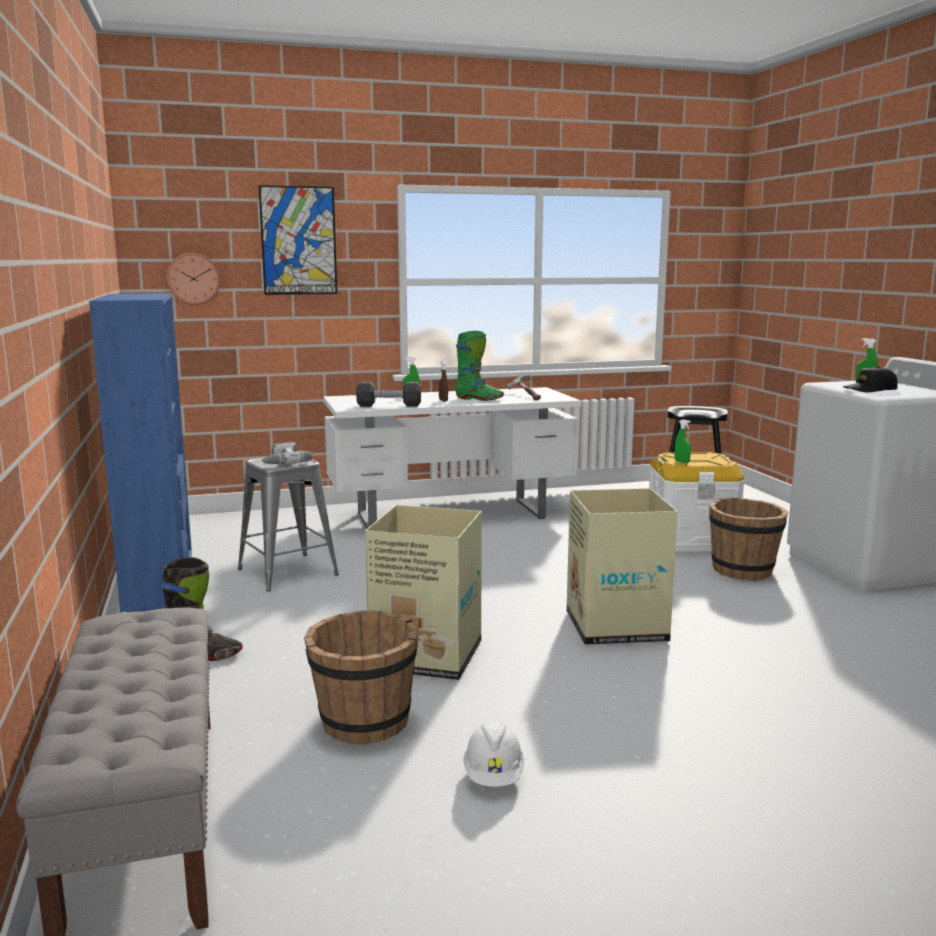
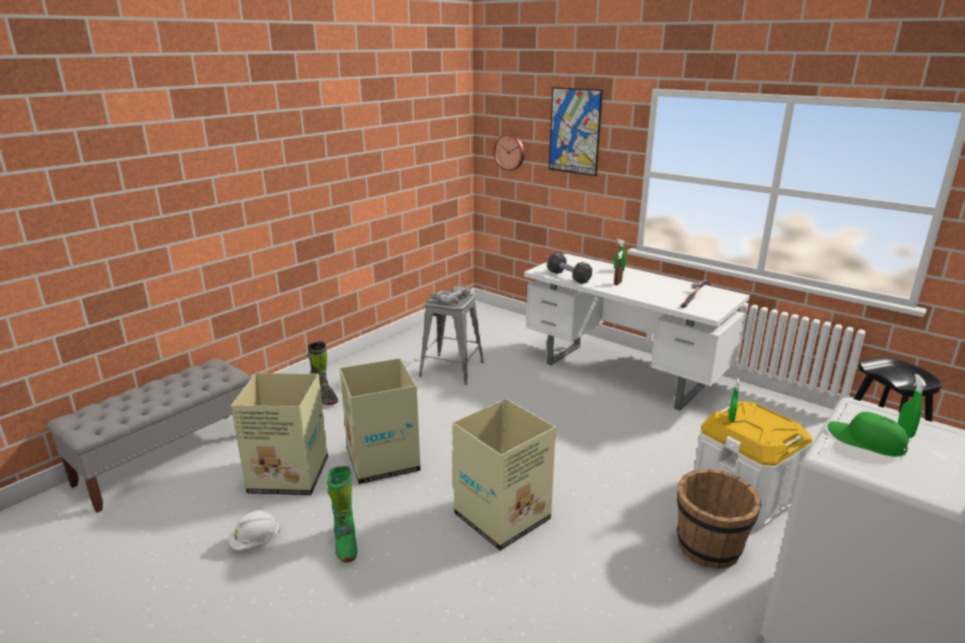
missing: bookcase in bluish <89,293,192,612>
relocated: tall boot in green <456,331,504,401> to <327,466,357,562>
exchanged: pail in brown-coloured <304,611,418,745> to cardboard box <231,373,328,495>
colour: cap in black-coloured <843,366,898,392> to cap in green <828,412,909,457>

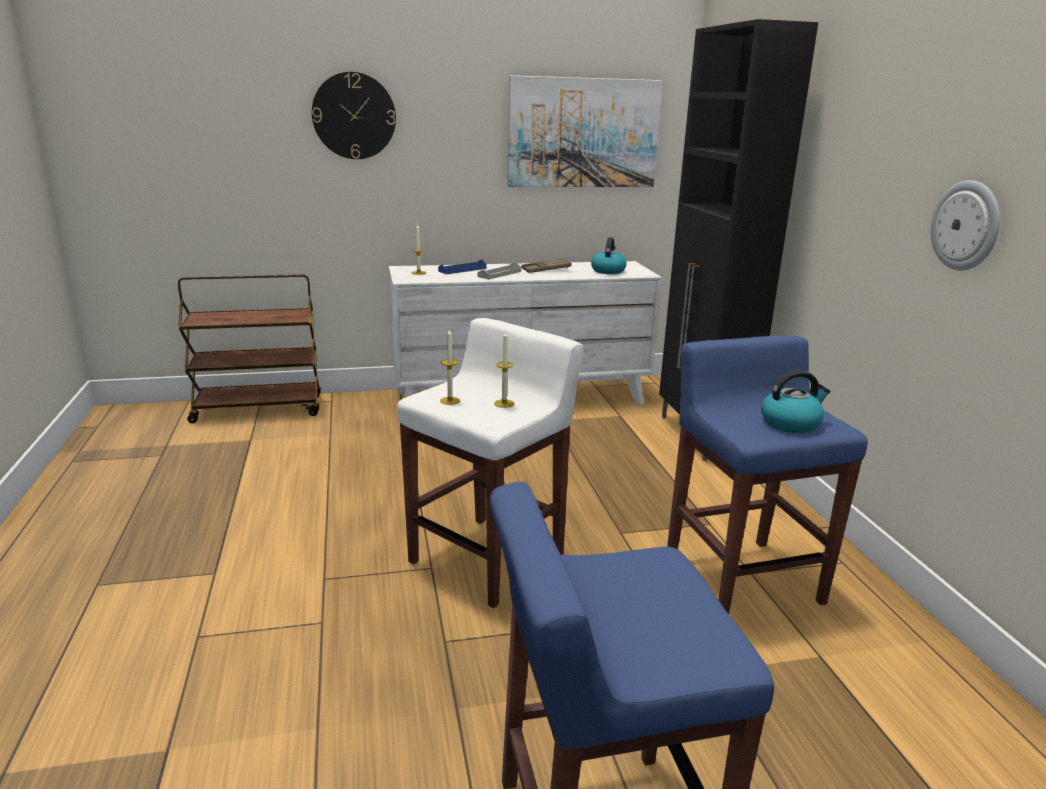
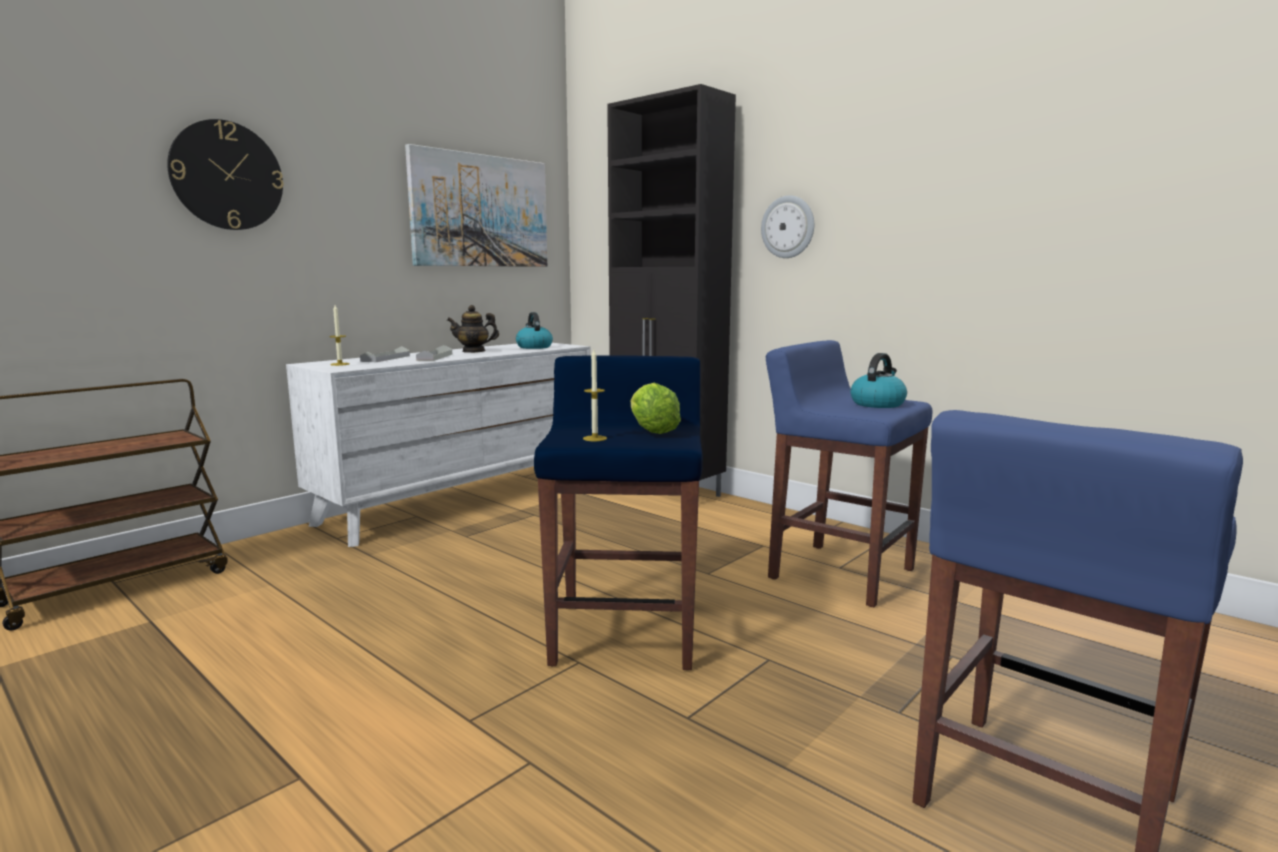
relocated: wall clock <931,180,1000,271> to <761,195,814,258>
exchanged: wax candle <494,330,514,408> to lettuce <631,383,681,434>; tray in brown-coloured <521,258,572,273> to tea pot <447,305,499,353>
colour: stool seat in white <397,318,584,608> to stool seat in bluish <534,355,703,670>; tray in bluish <438,259,486,275> to tray in grey <360,346,410,362>

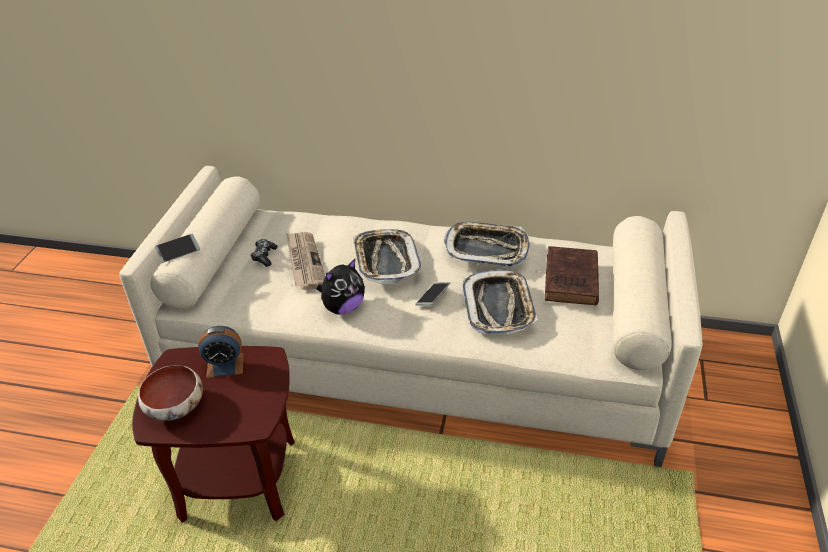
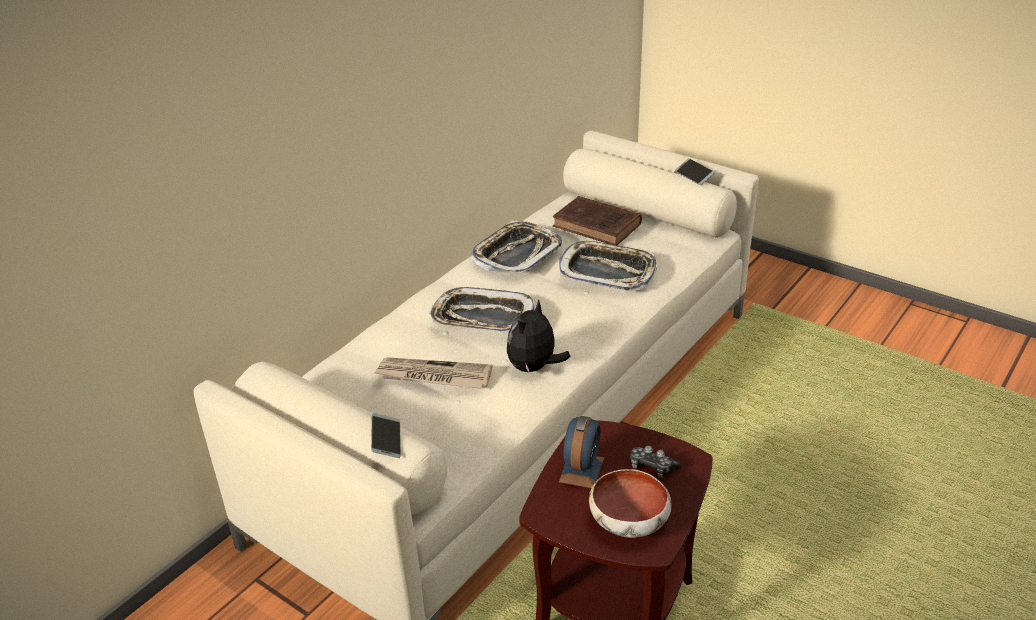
relocated: game controller <251,239,278,267> to <630,445,681,478>; handset <415,282,450,306> to <675,158,715,185>
spun: cuddly toy <317,259,365,315> = <507,299,571,374> 135 degrees counterclockwise

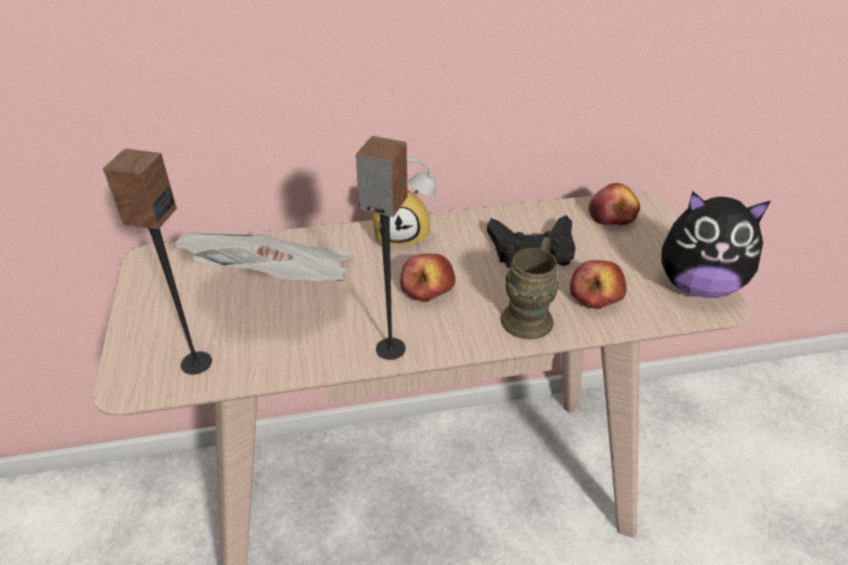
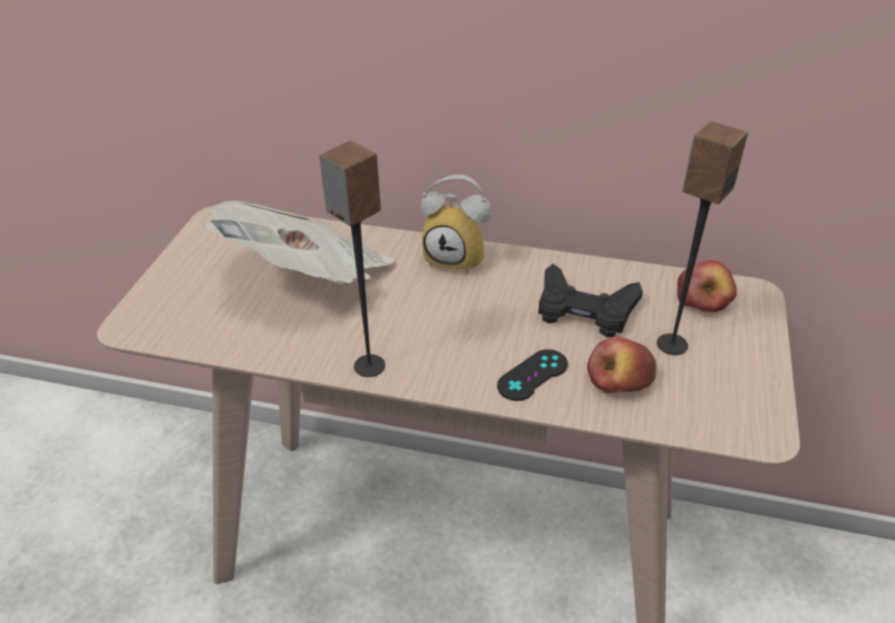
missing: whole apple <400,254,456,302>; cuddly toy <661,192,770,298>
relocated: loudspeaker <103,149,212,375> to <657,121,748,355>
exchanged: tea mug in brown-coloured <501,237,559,339> to game controller in black-coloured <497,349,568,401>

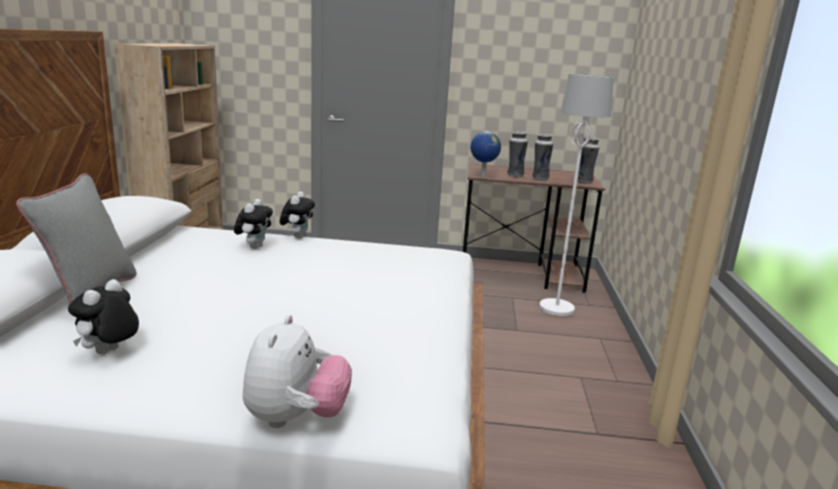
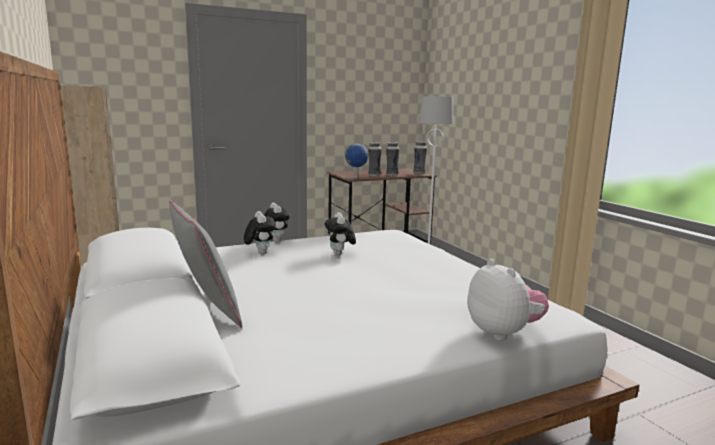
relocated: cuddly toy <68,279,139,354> to <325,212,356,256>

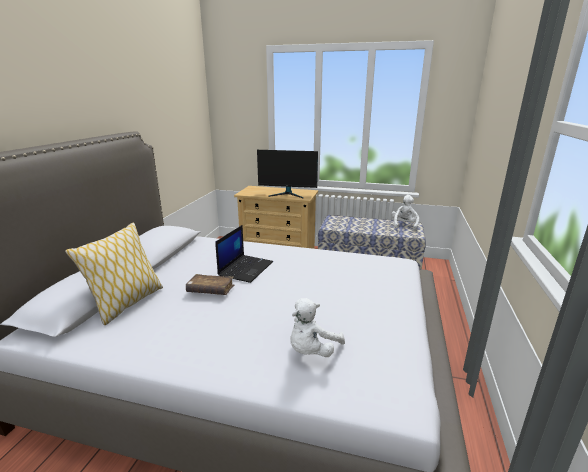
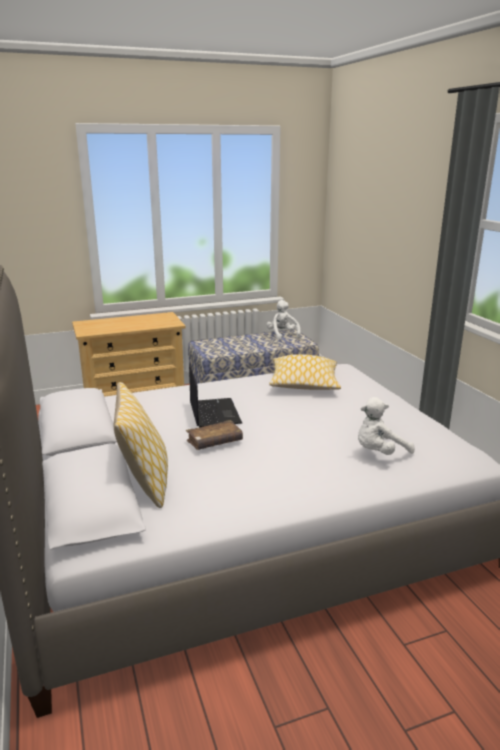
missing: computer screen <257,150,318,198>
appeared: cushion <269,354,341,390>
spun: cuddly toy in white <290,298,345,357> = <358,397,415,455> 60 degrees clockwise

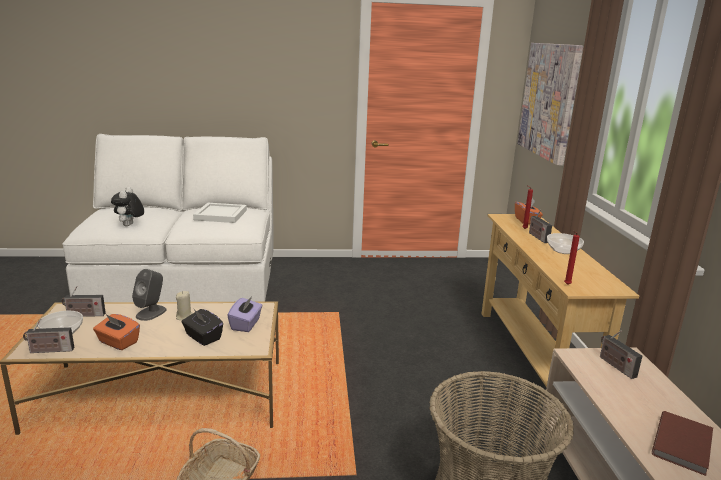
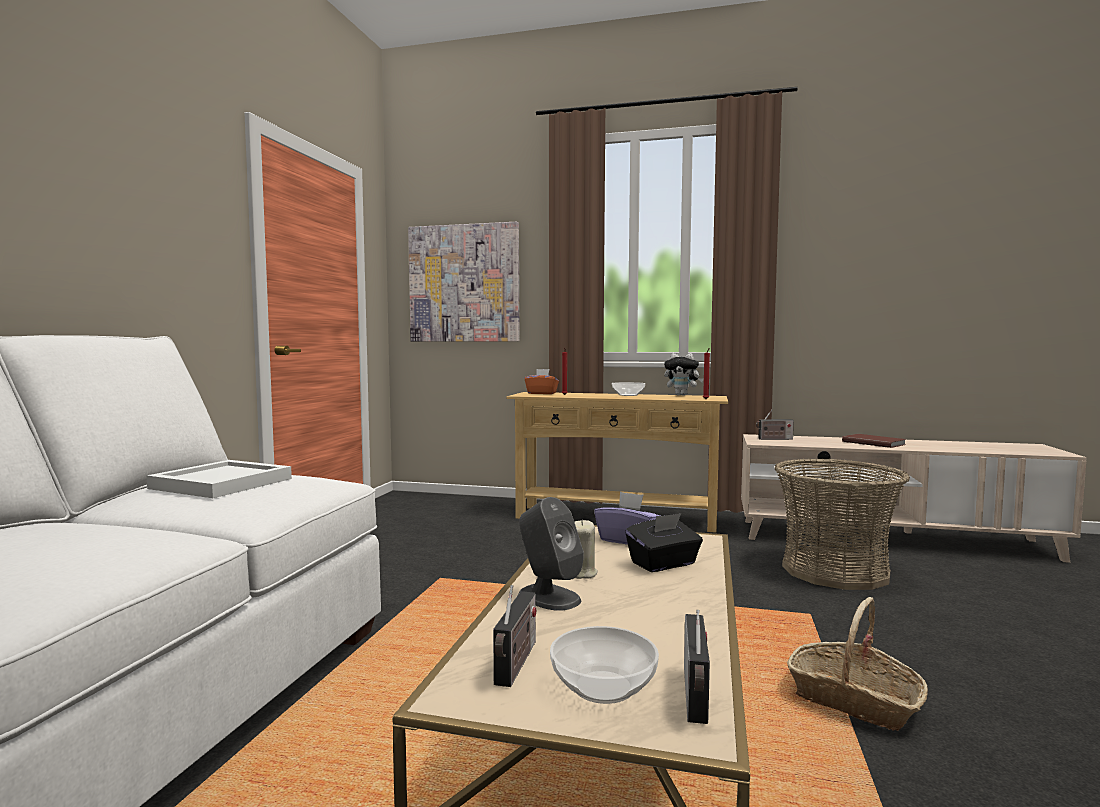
missing: box of tissues in orange <93,314,140,350>; radio receiver <529,210,552,243>
relocated: cuddly toy <111,187,144,226> to <664,353,704,396>

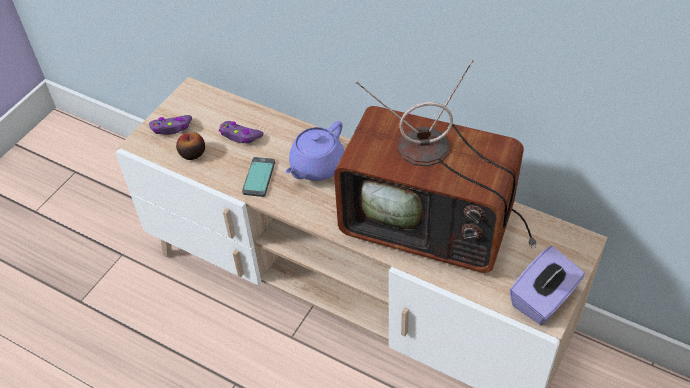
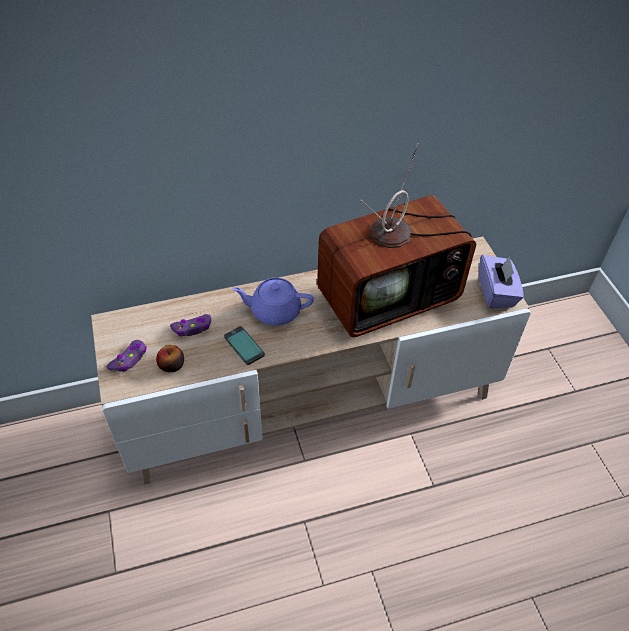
spun: tea pot in purple <286,121,345,181> = <232,278,314,326> 105 degrees clockwise

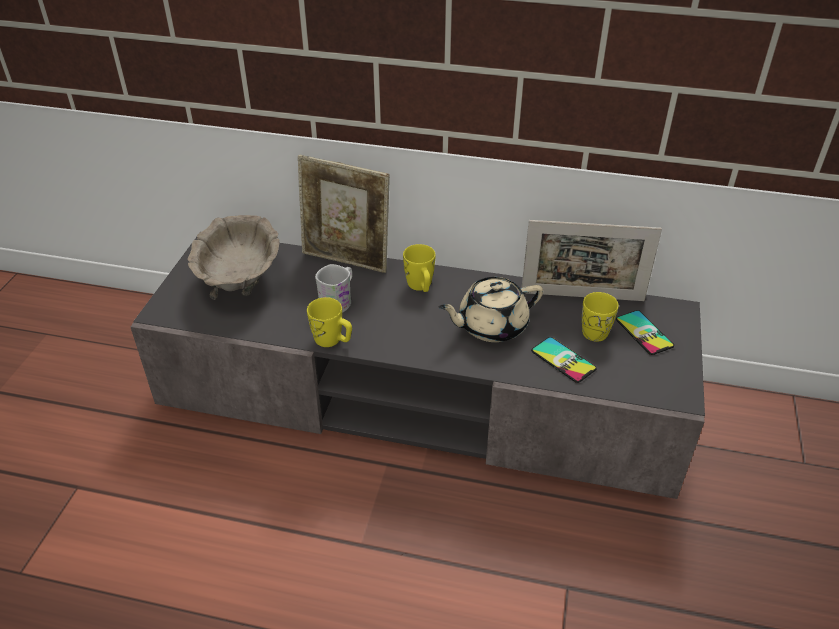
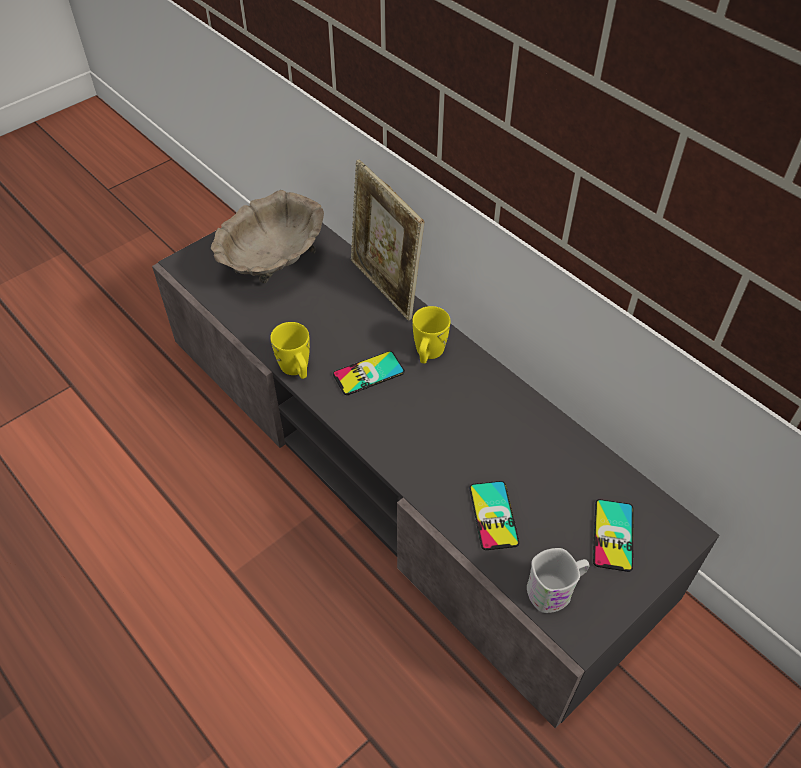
missing: tea pot in beige-coloured <439,277,543,342>; photo frame <522,220,662,301>; tea mug in yellow <582,292,619,342>
appeared: handset <333,351,405,395>
relocated: tea mug in white <315,264,352,313> to <527,548,589,613>

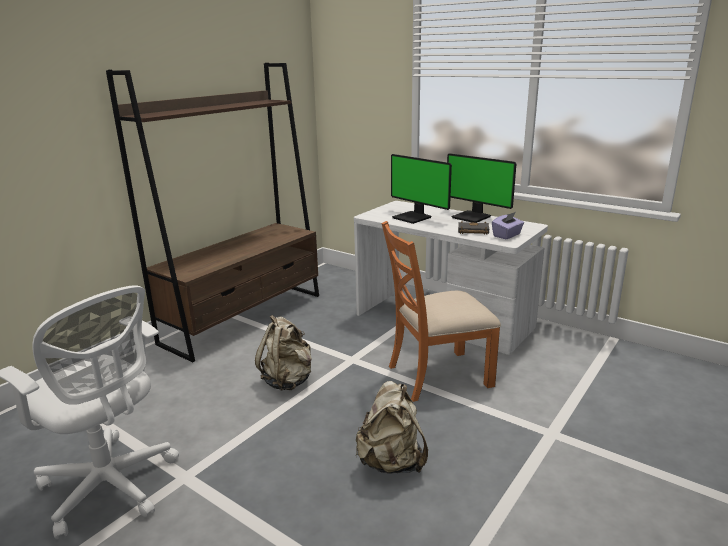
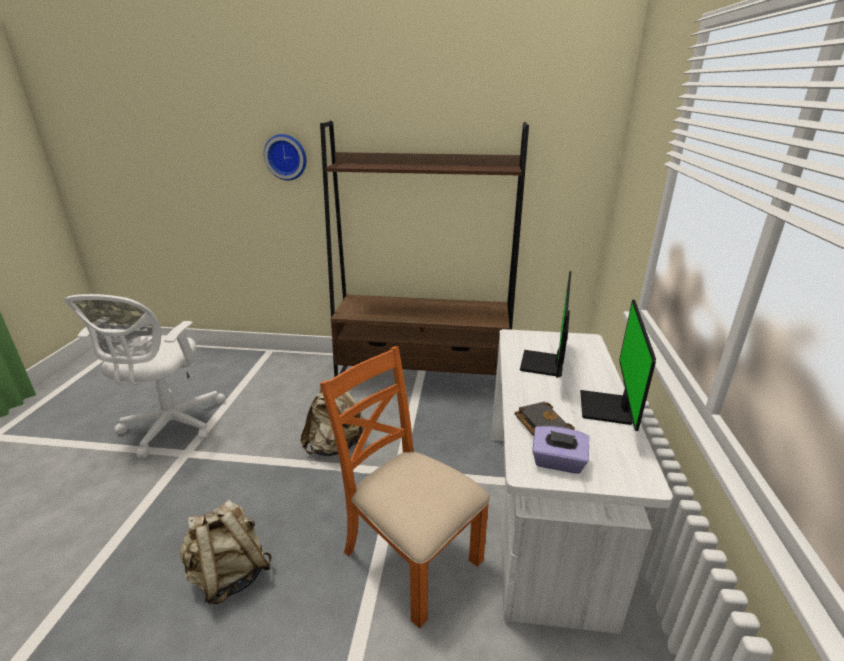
appeared: wall clock <264,134,307,180>

